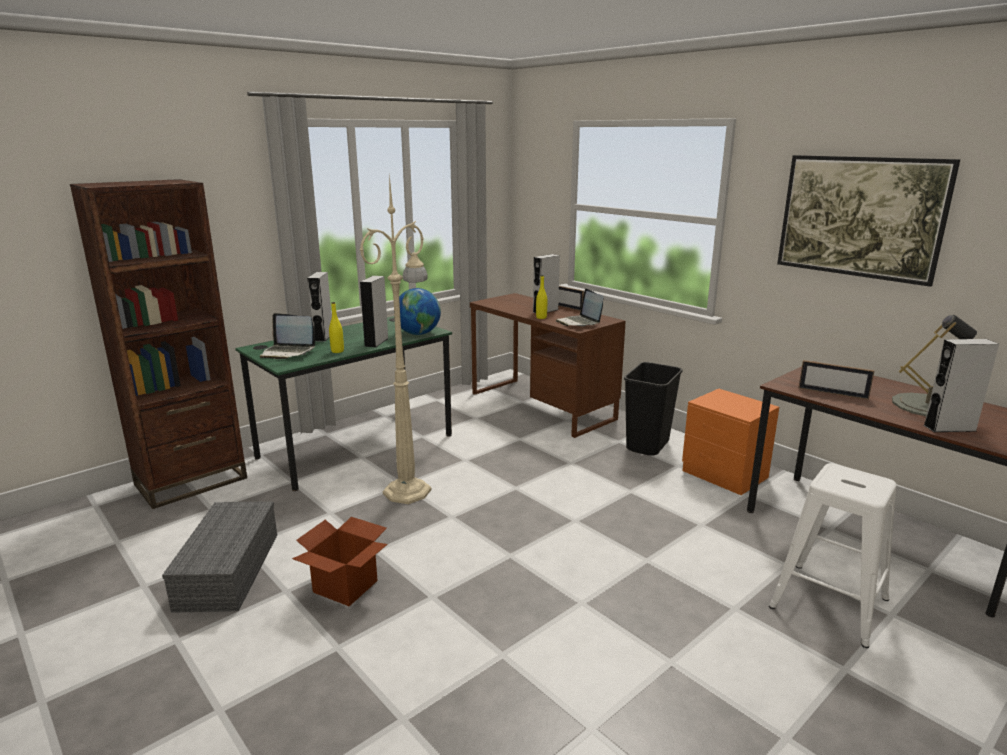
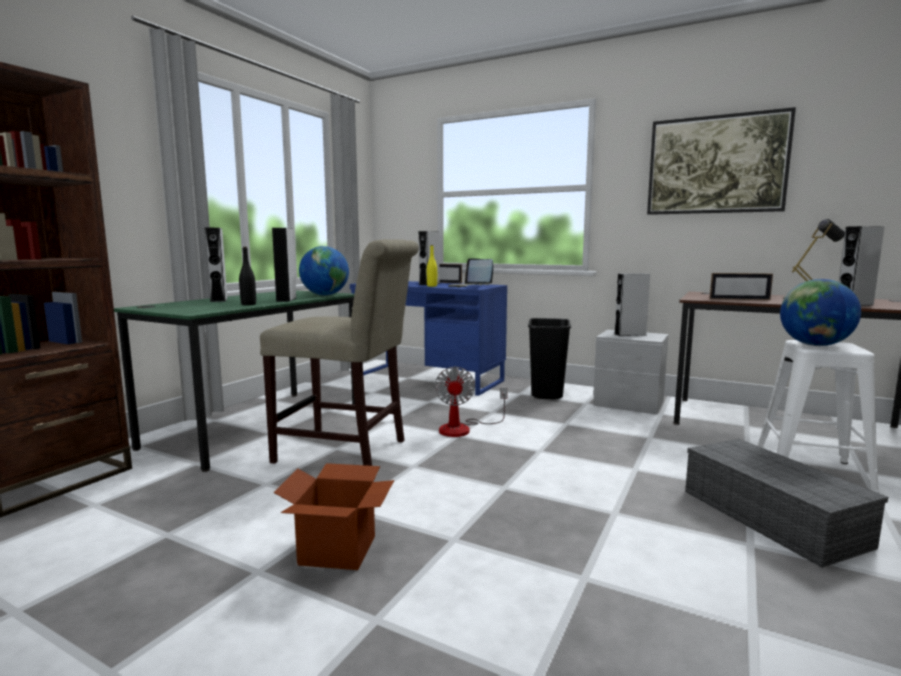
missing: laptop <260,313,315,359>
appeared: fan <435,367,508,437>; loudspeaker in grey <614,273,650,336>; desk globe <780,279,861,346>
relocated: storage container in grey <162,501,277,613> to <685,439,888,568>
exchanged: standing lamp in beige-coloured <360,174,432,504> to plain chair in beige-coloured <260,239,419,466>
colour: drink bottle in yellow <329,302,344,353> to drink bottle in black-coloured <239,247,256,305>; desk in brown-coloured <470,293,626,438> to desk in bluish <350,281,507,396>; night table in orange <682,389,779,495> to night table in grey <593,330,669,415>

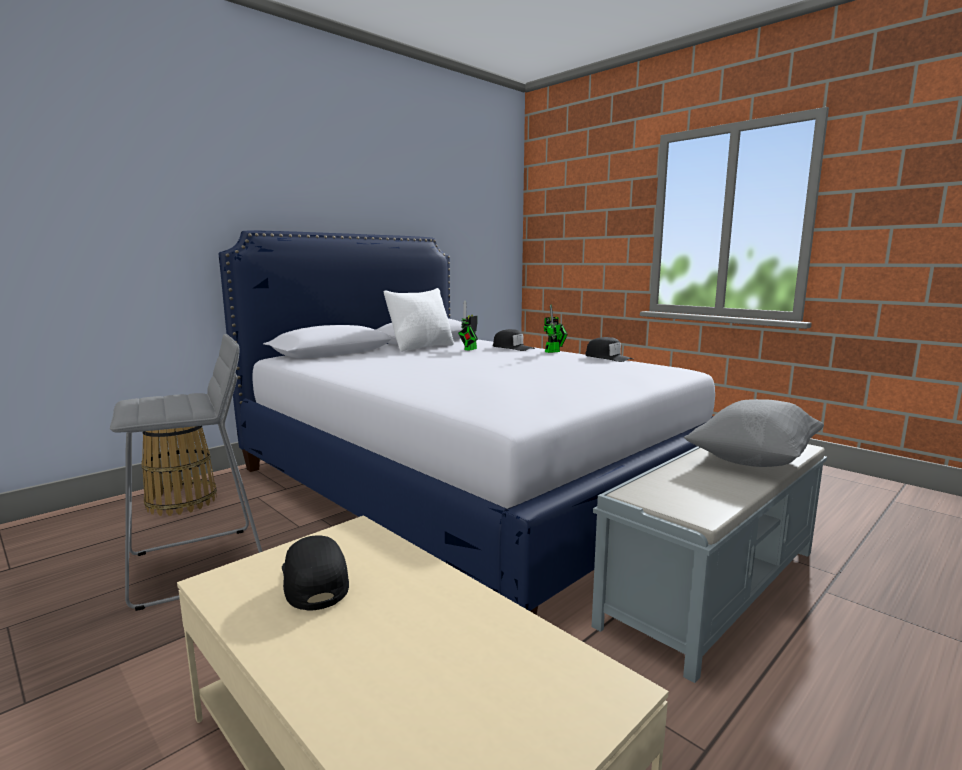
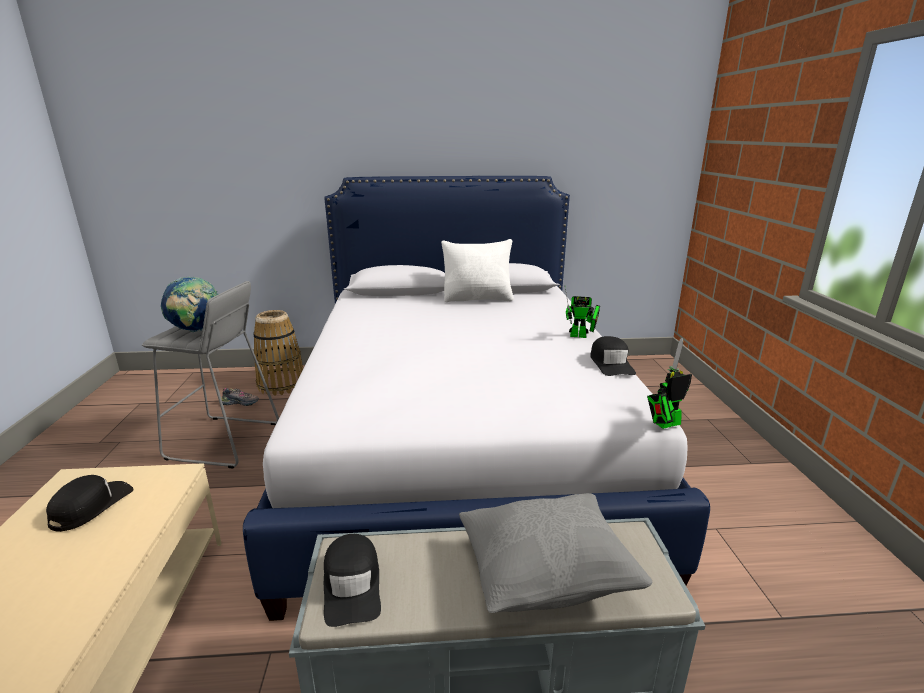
appeared: desk globe <161,277,218,332>; shoe <221,388,259,406>
relocated: toy robot <458,301,478,351> to <647,338,692,429>; cap in black-coloured <493,329,535,351> to <324,534,381,627>

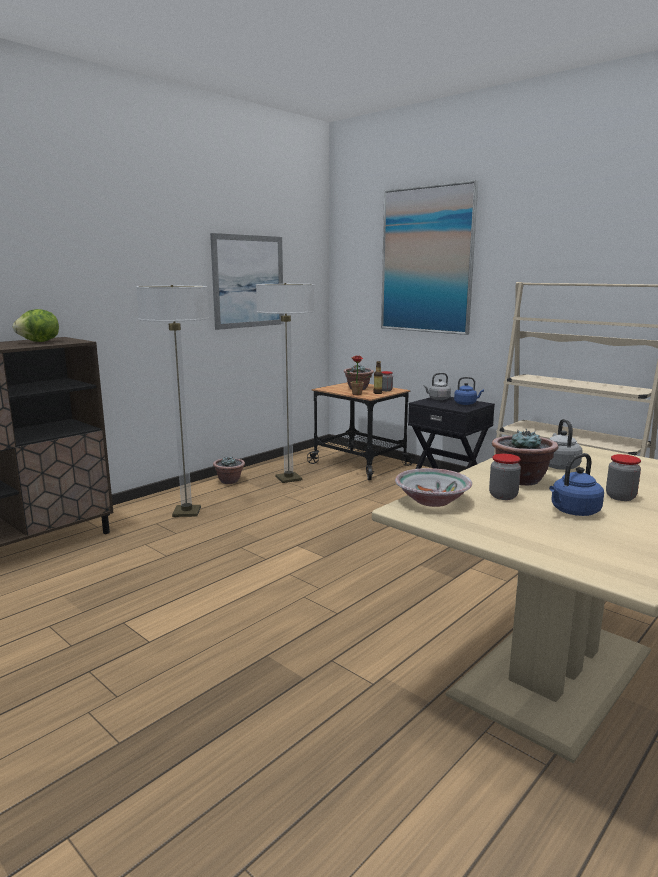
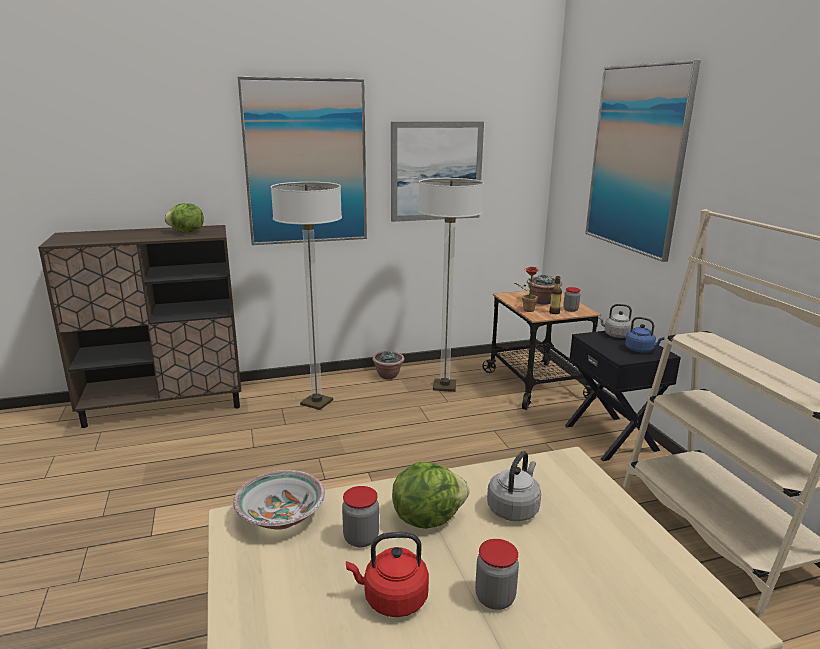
appeared: picture <238,77,367,245>
exchanged: houseplant <492,429,558,485> to lettuce <392,462,470,529>
colour: tea kettle in bluish <549,453,604,516> to tea kettle in reddish <346,532,429,617>

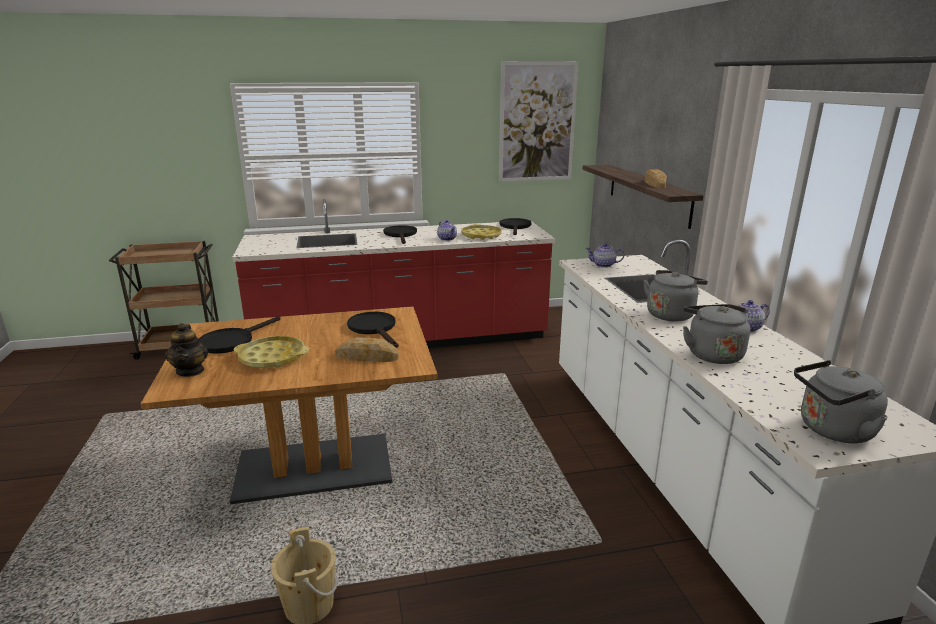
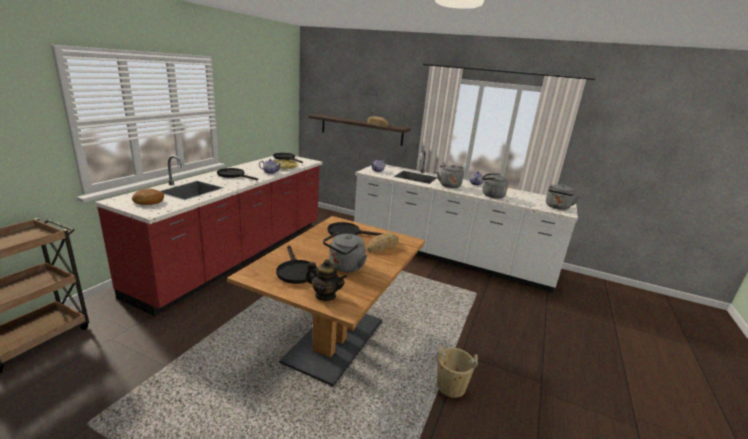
missing: picture <499,61,579,182>
appeared: baked bread <132,189,164,205>
exchanged: tray in yellow <234,336,309,369> to tea kettle in grey <323,232,367,272>

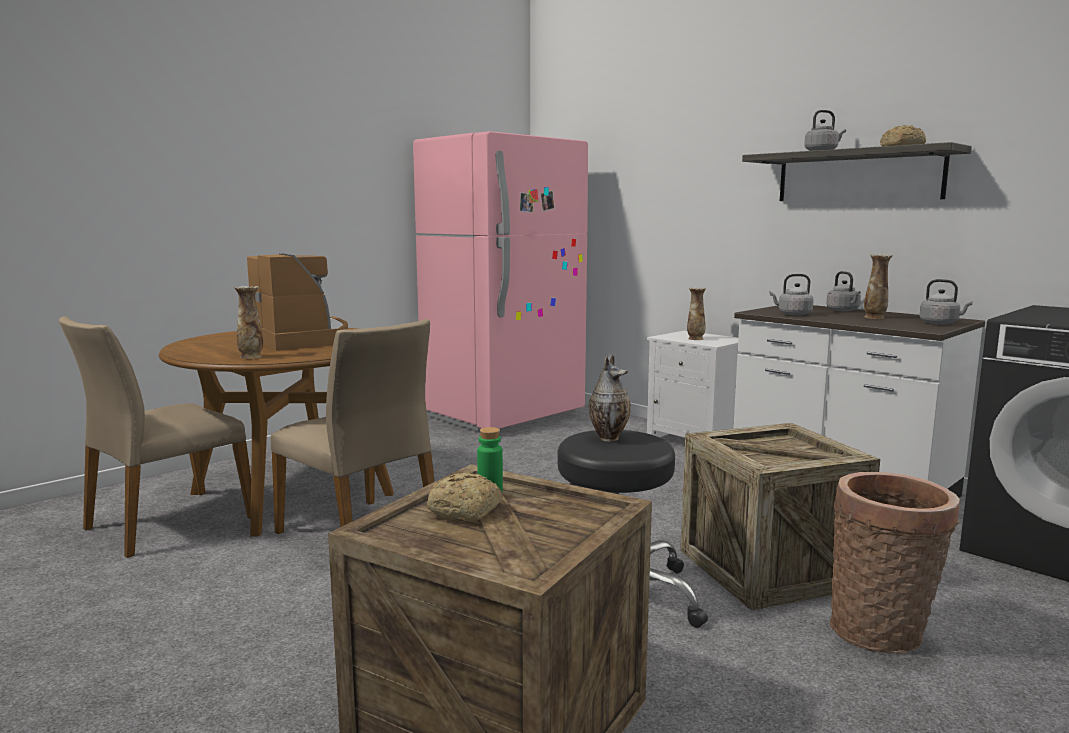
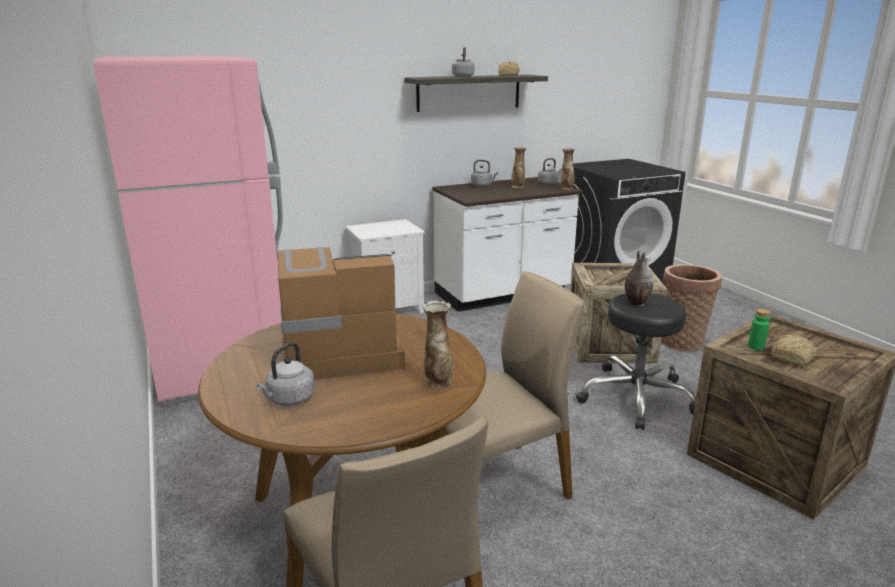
relocated: decorative vase <687,288,706,340> to <561,148,575,190>; tea kettle in grey <769,274,814,316> to <256,342,315,406>

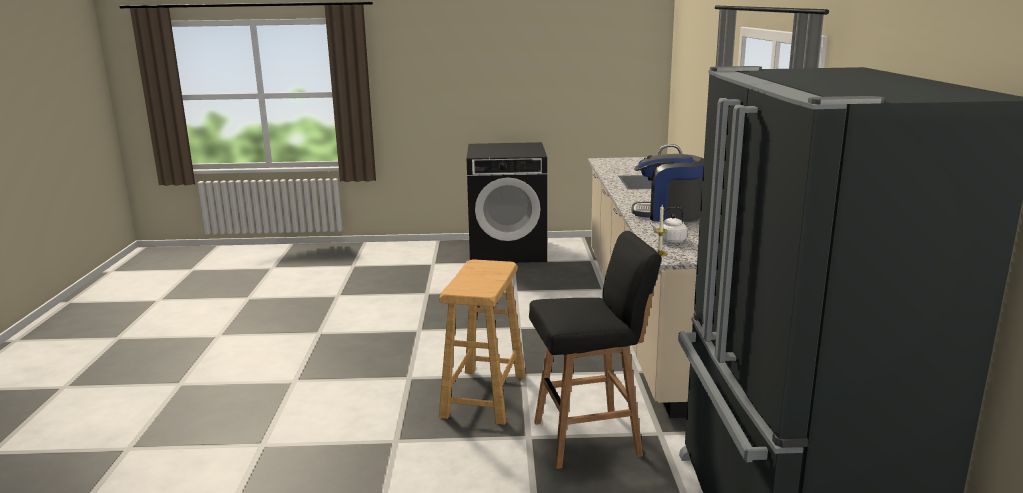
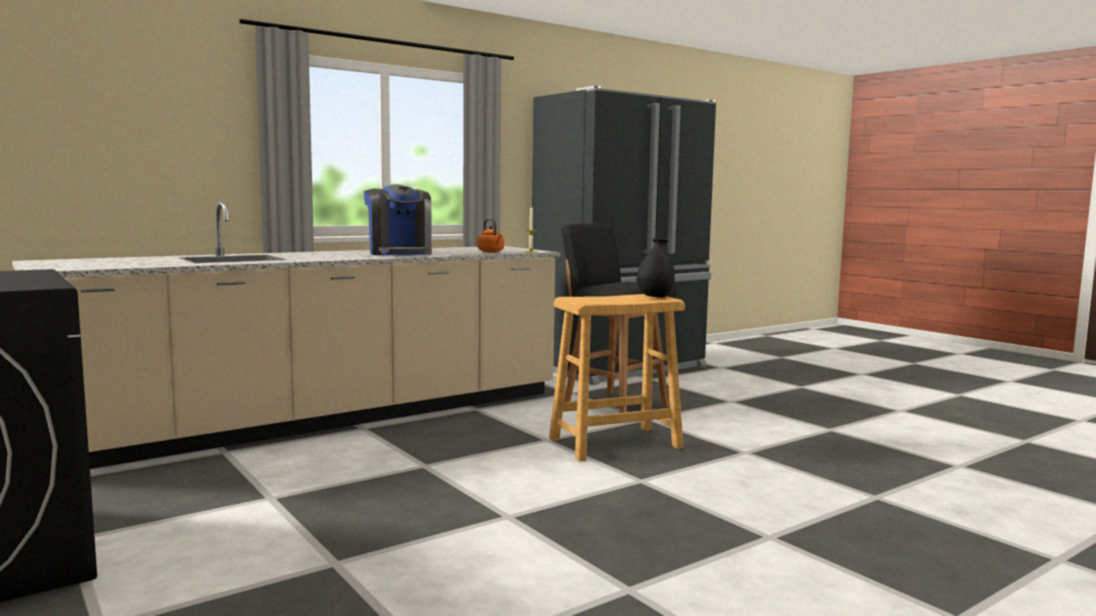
appeared: decorative vase in black-coloured <636,238,675,298>
colour: tea kettle in white <650,207,687,243> to tea kettle in orange <477,218,504,252>

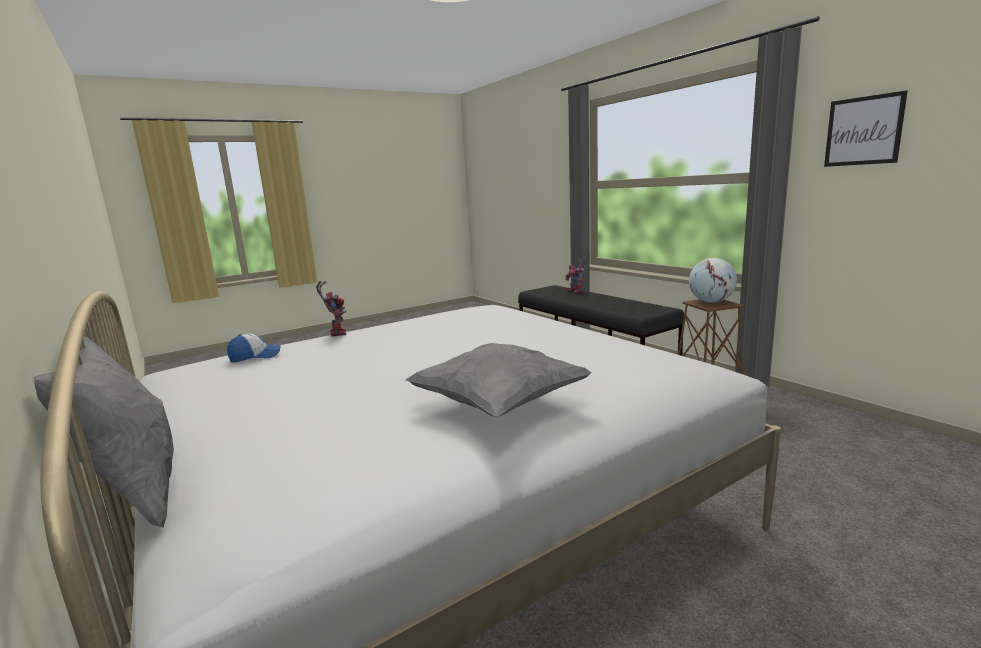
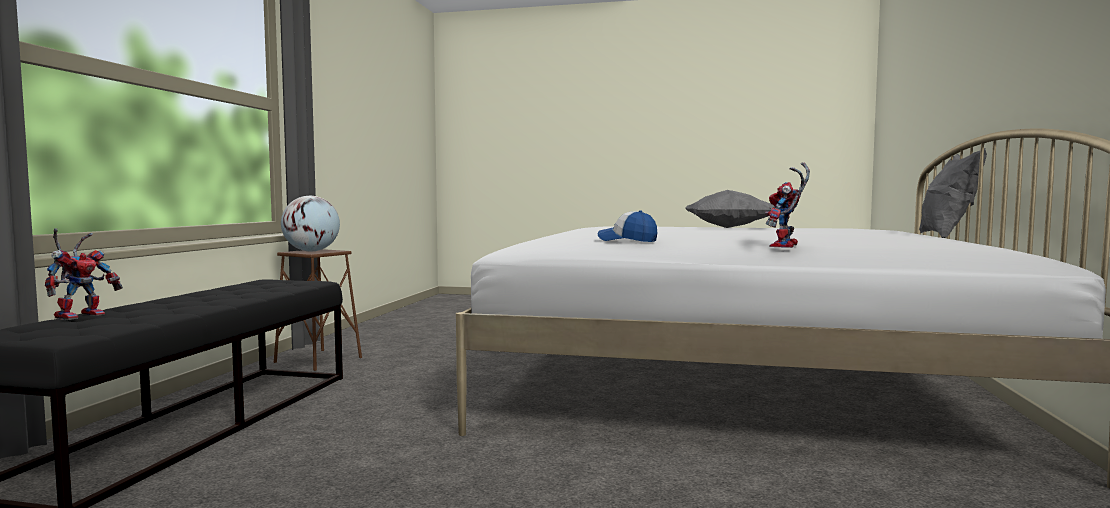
missing: picture <824,90,908,167>
relocated: cap <227,334,281,363> to <598,210,657,242>

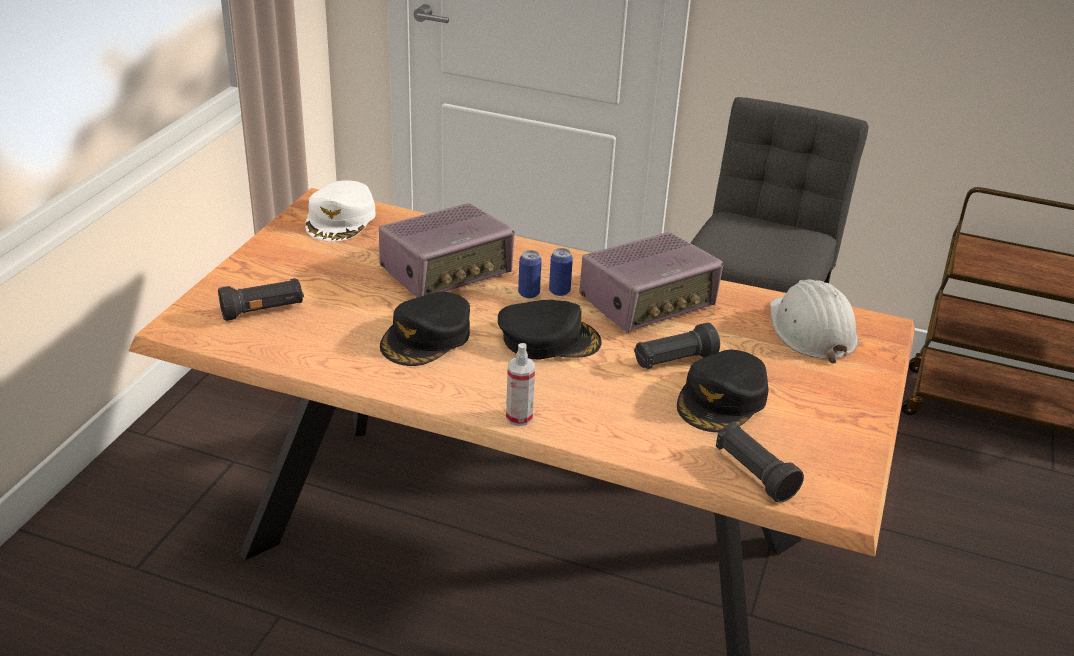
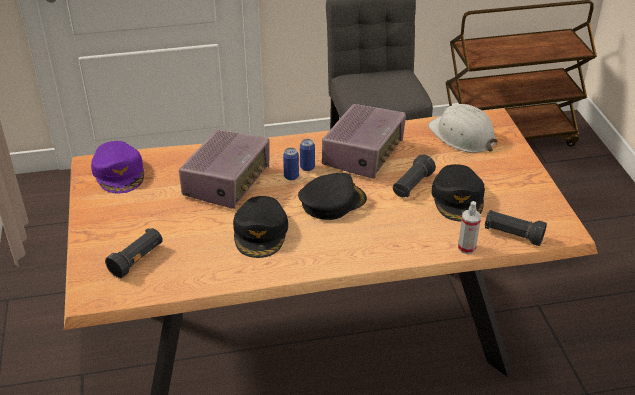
relocated: spray bottle <506,343,535,426> to <458,201,481,254>
colour: cap in white <305,180,376,242> to cap in purple <91,141,144,193>

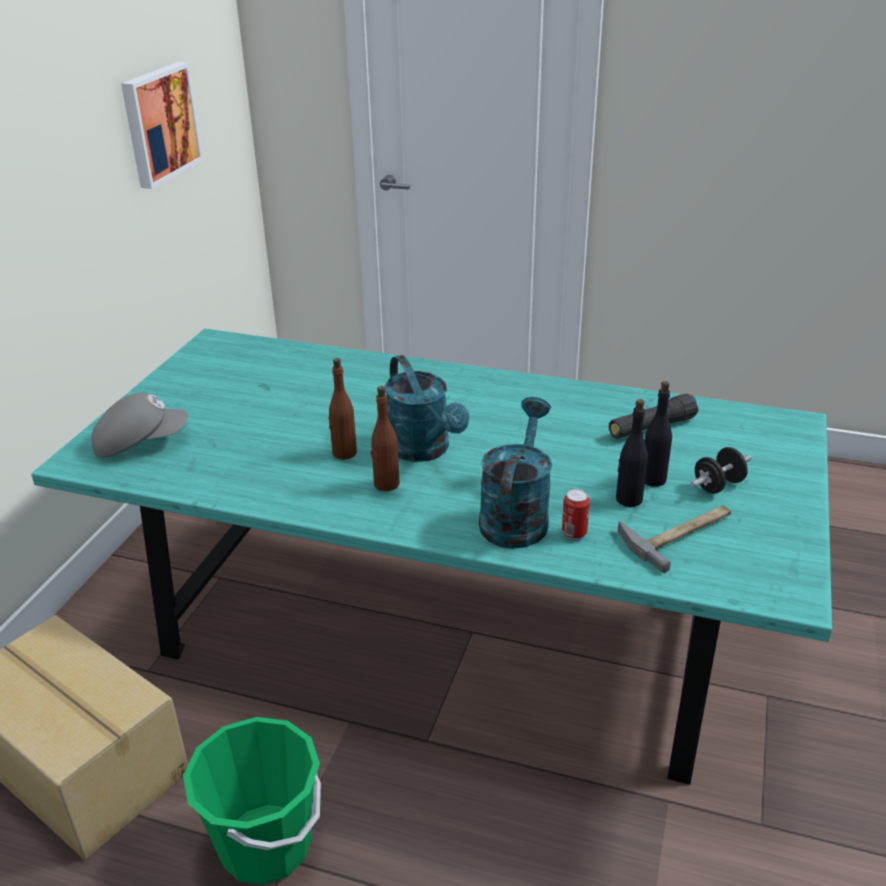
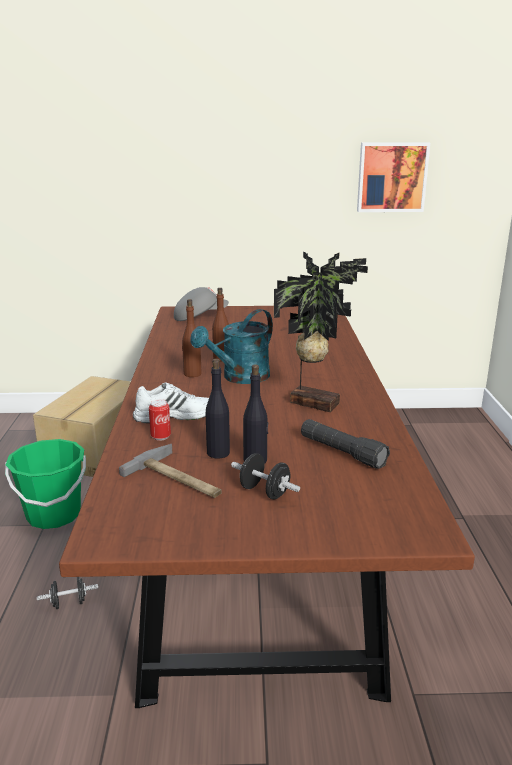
appeared: dumbbell in black-coloured <37,577,98,609>; houseplant <274,251,368,412>
exchanged: watering pot in blue-green <479,397,552,549> to shoe in white <133,383,209,423>
colour: dinner table in blue-green <31,329,832,784> to dinner table in brown-coloured <59,306,475,708>
spun: cap in grey <91,393,188,457> = <174,287,229,321> 75 degrees counterclockwise

